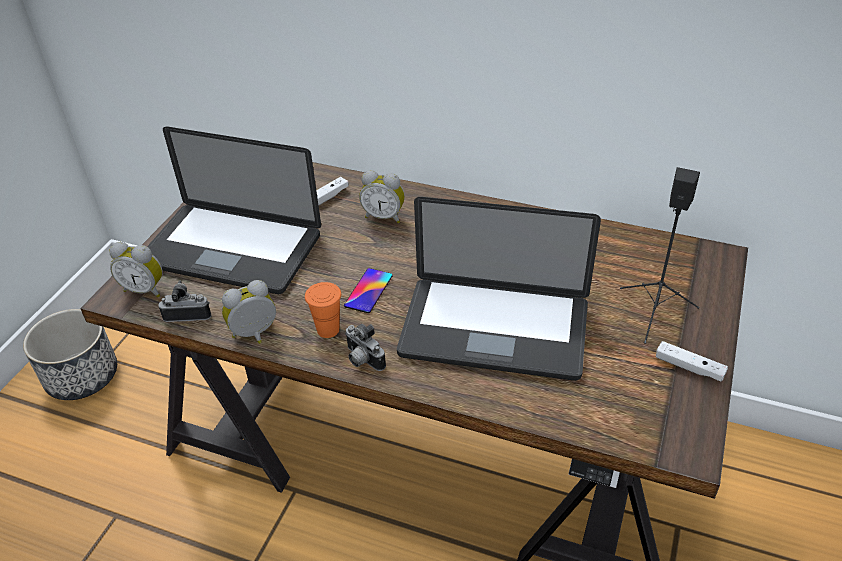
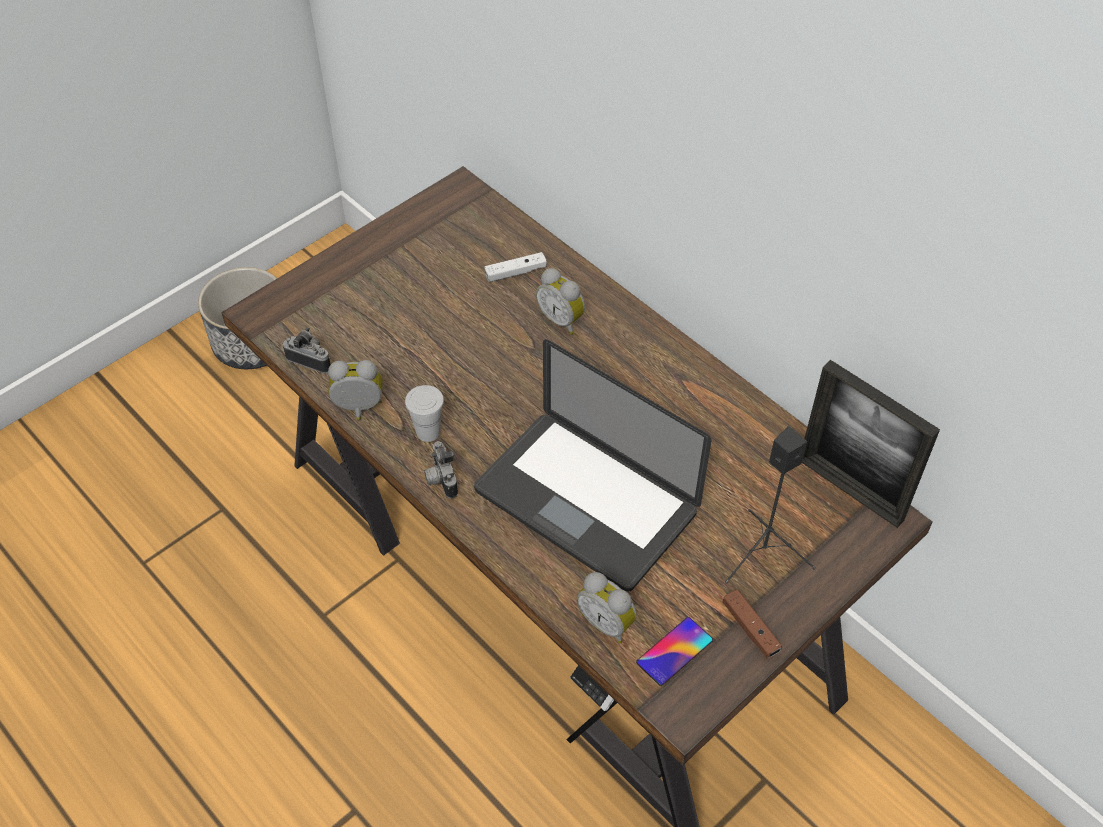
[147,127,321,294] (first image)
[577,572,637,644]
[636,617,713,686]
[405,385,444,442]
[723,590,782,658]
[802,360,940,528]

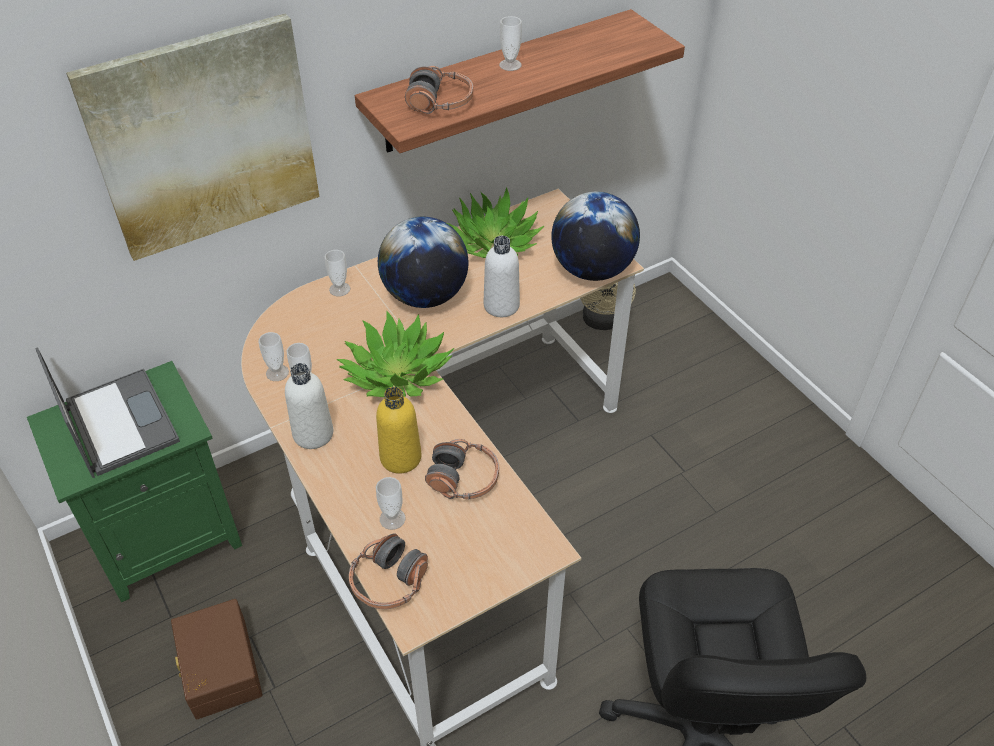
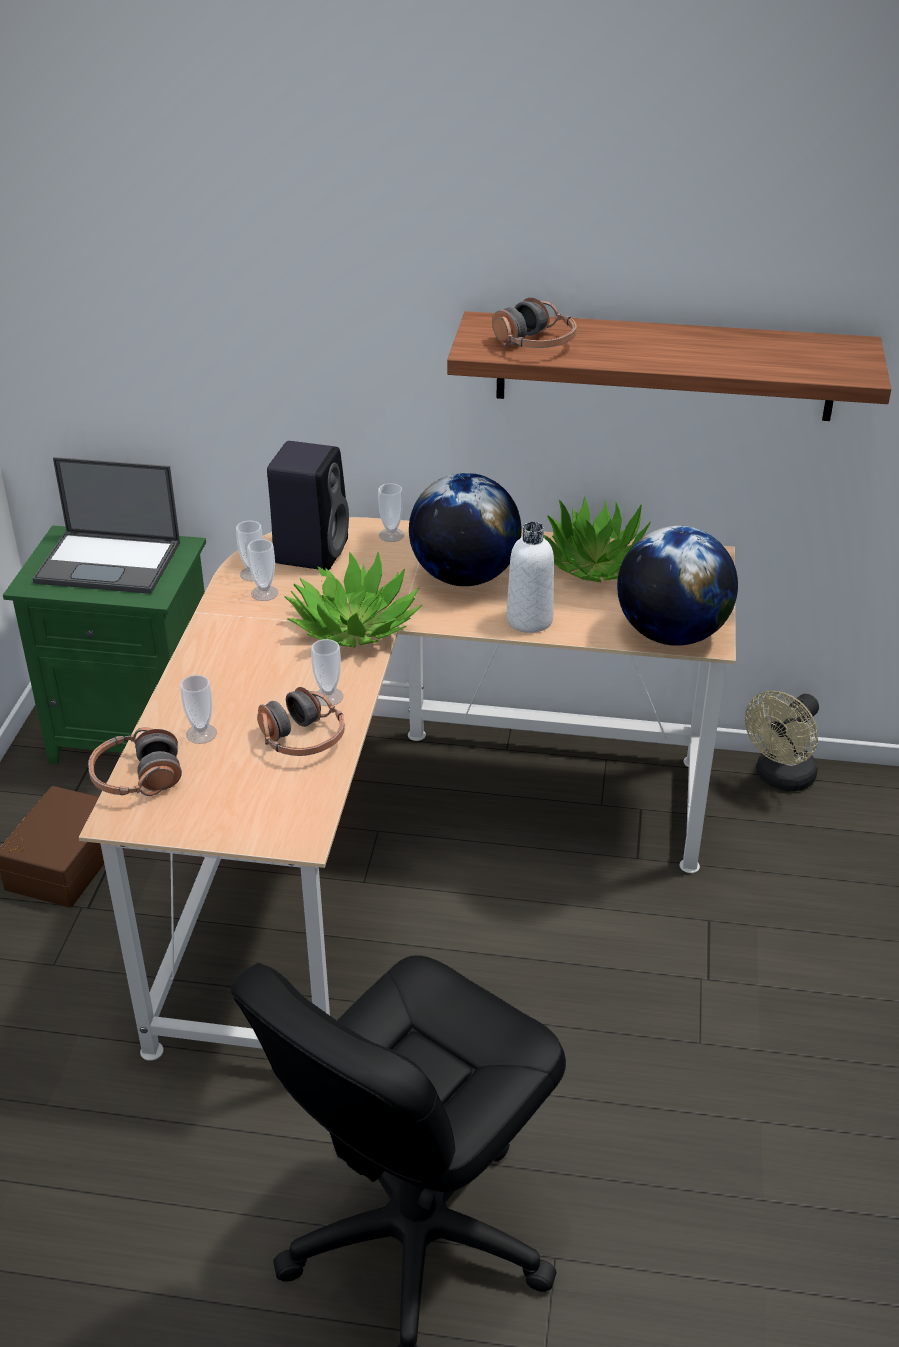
[66,13,320,261] (first image)
[311,639,343,706]
[32,457,180,594]
[285,363,333,449] (first image)
[376,387,422,474] (first image)
[267,441,349,570]

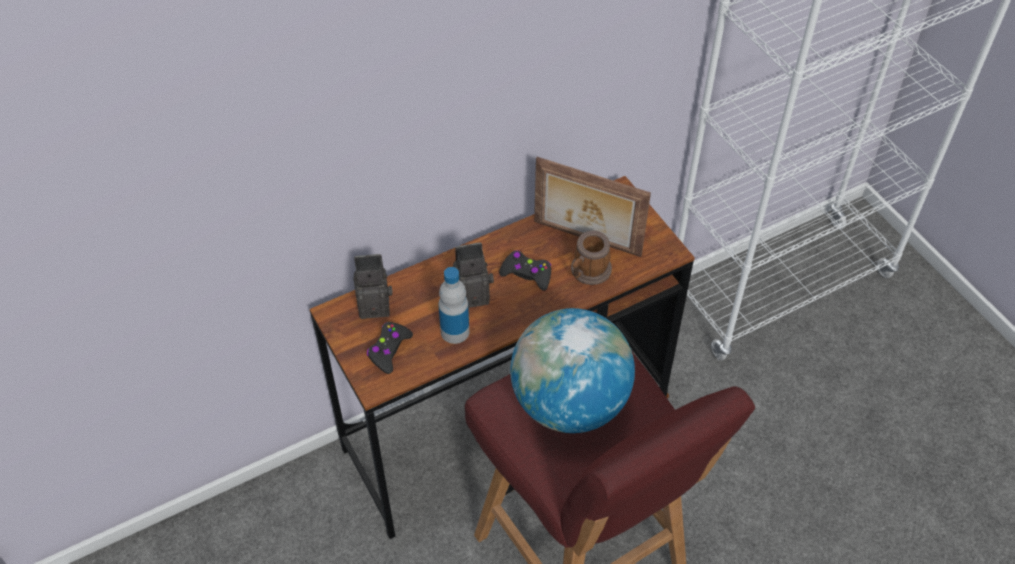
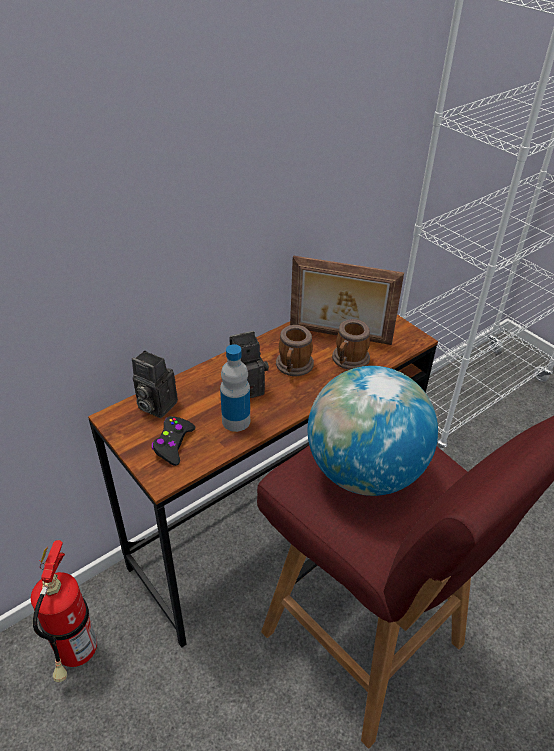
[276,325,314,376]
[132,350,178,418]
[31,540,97,682]

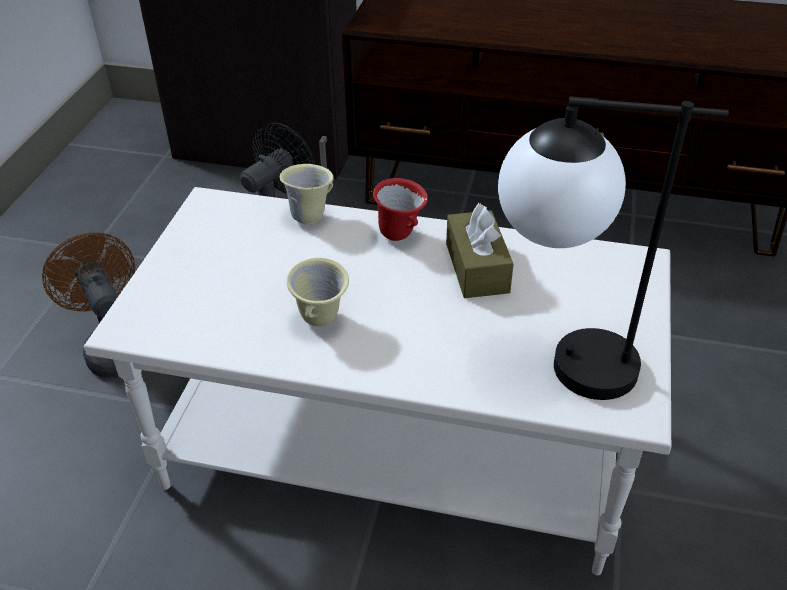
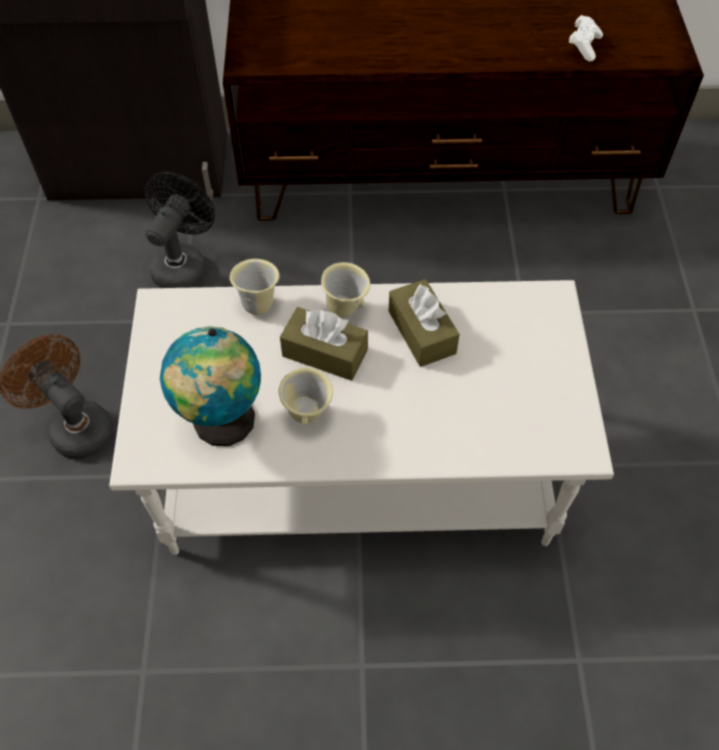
[498,96,729,400] (first image)
[321,262,370,318]
[569,15,603,61]
[280,307,368,381]
[160,326,261,446]

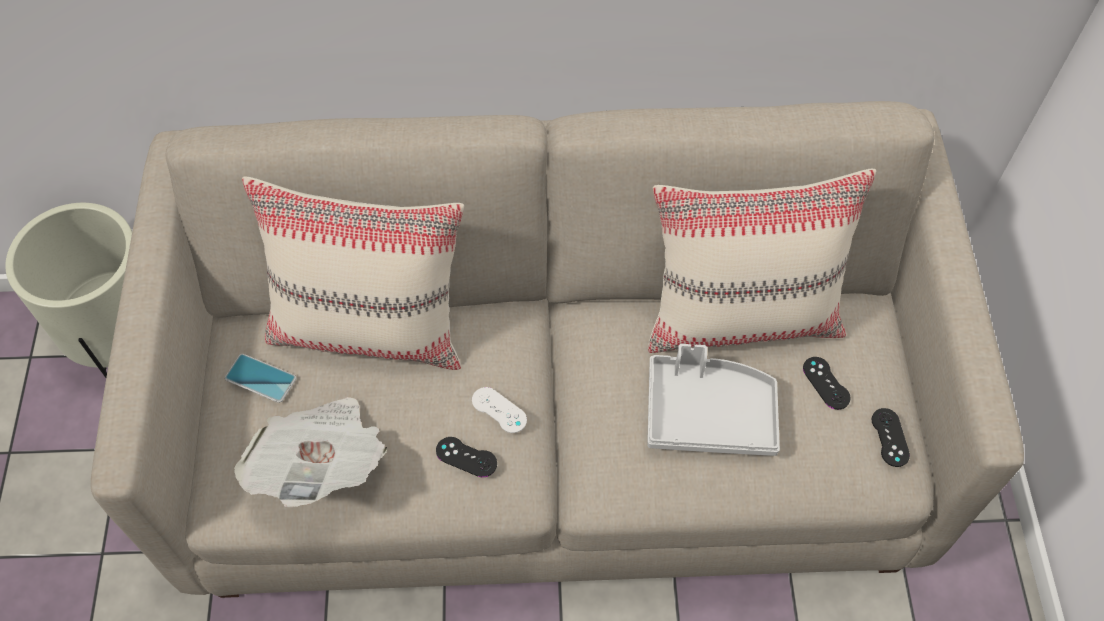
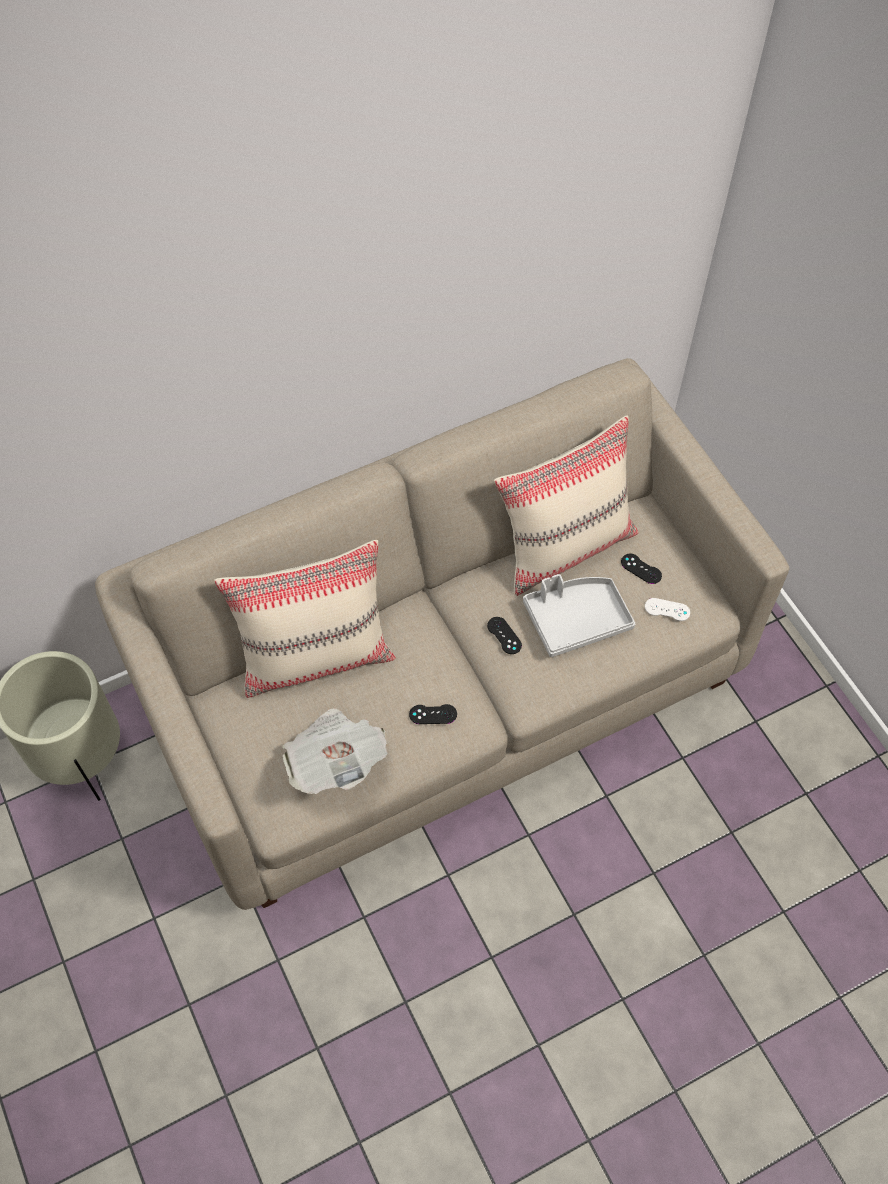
[225,354,296,403] (first image)
[645,598,690,621]
[487,617,522,654]

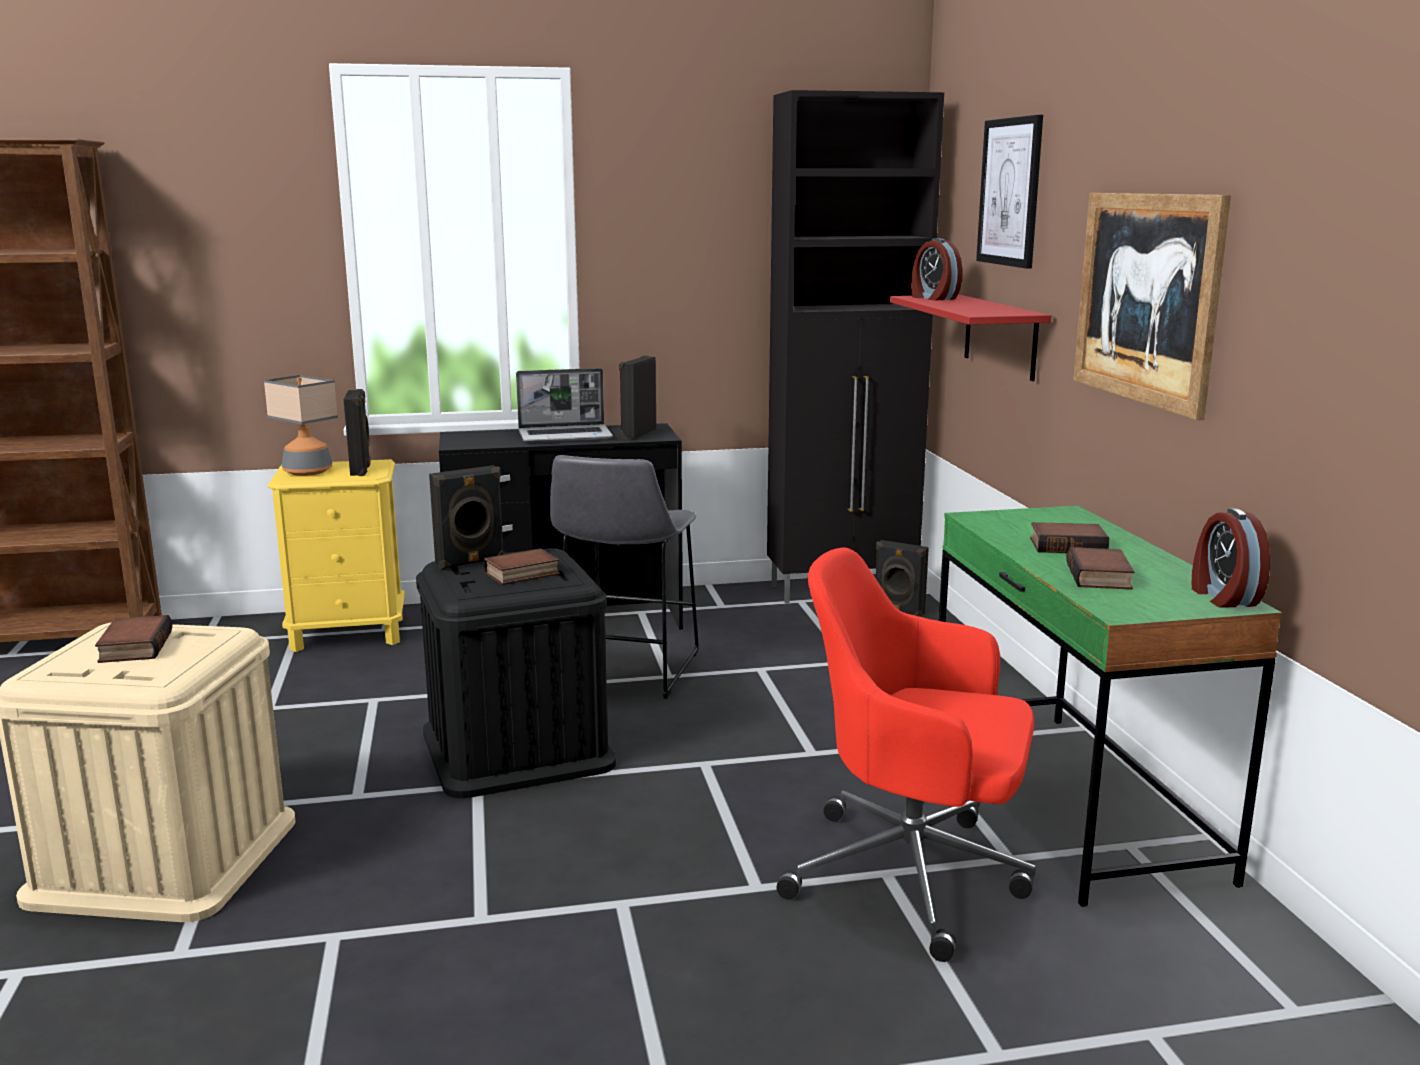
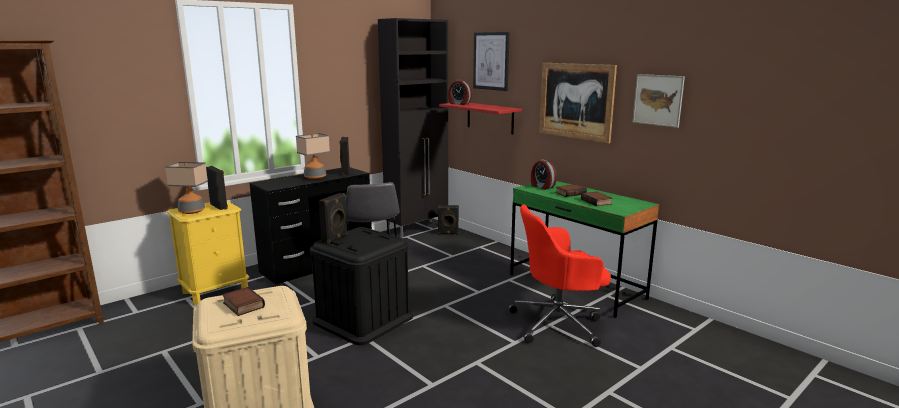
[296,133,330,179]
[531,159,557,190]
[484,548,560,585] (first image)
[632,74,685,128]

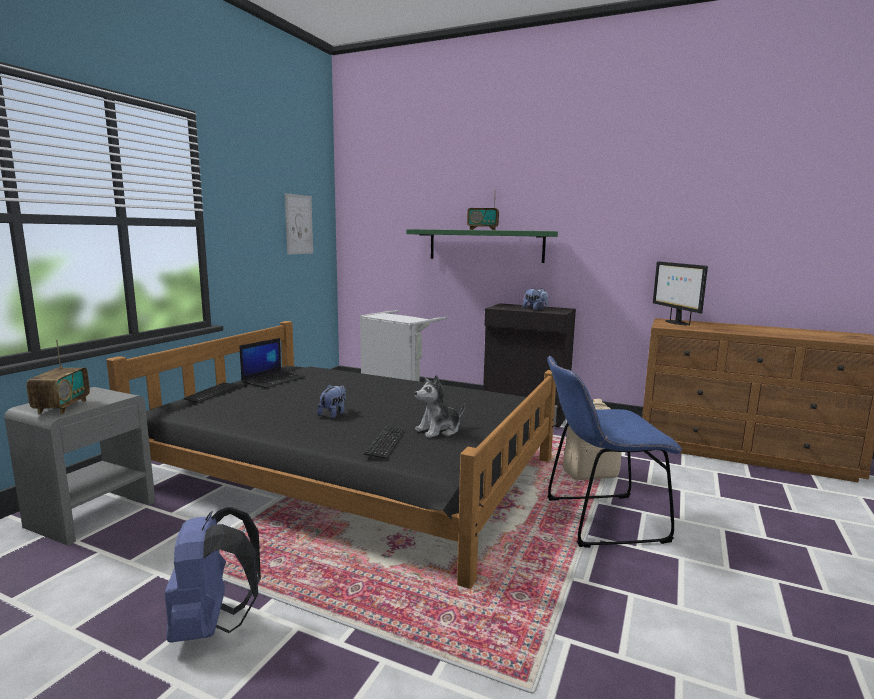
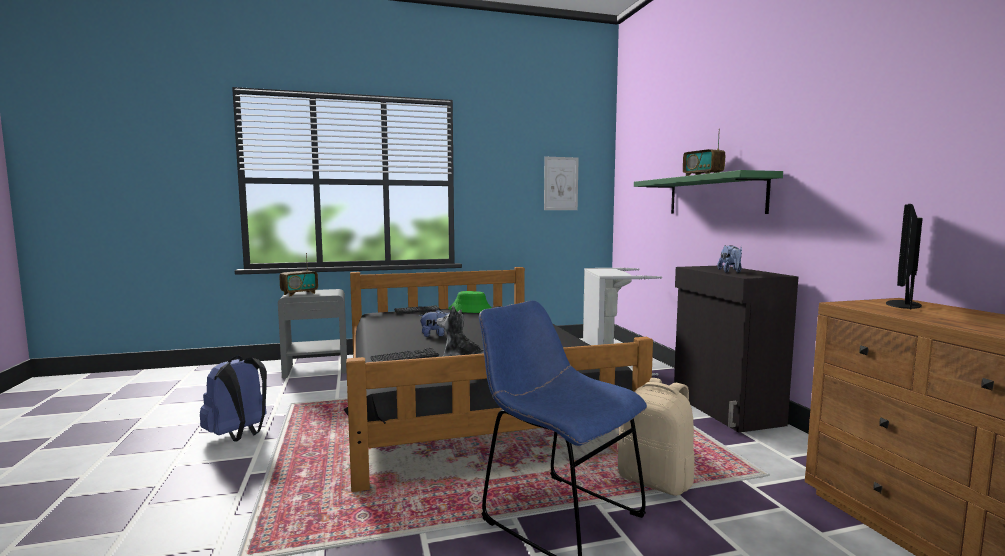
[448,291,492,313]

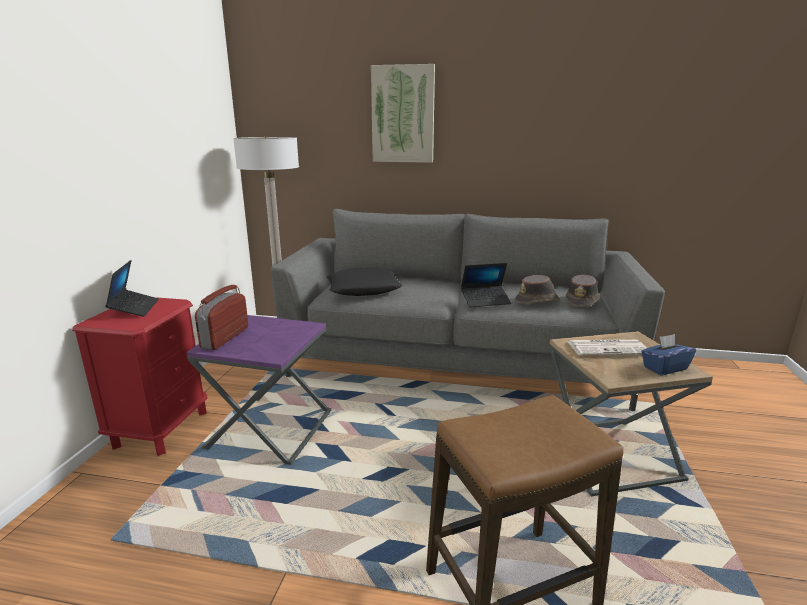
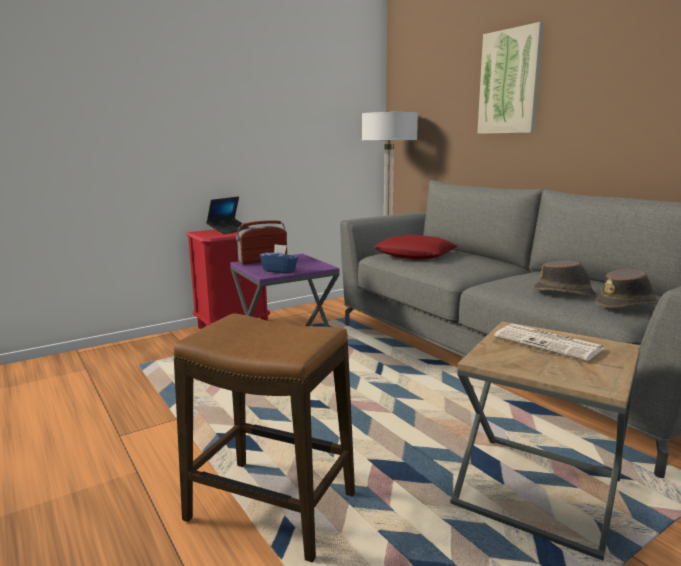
[461,263,511,307] (first image)
[373,234,457,260]
[260,244,298,273]

